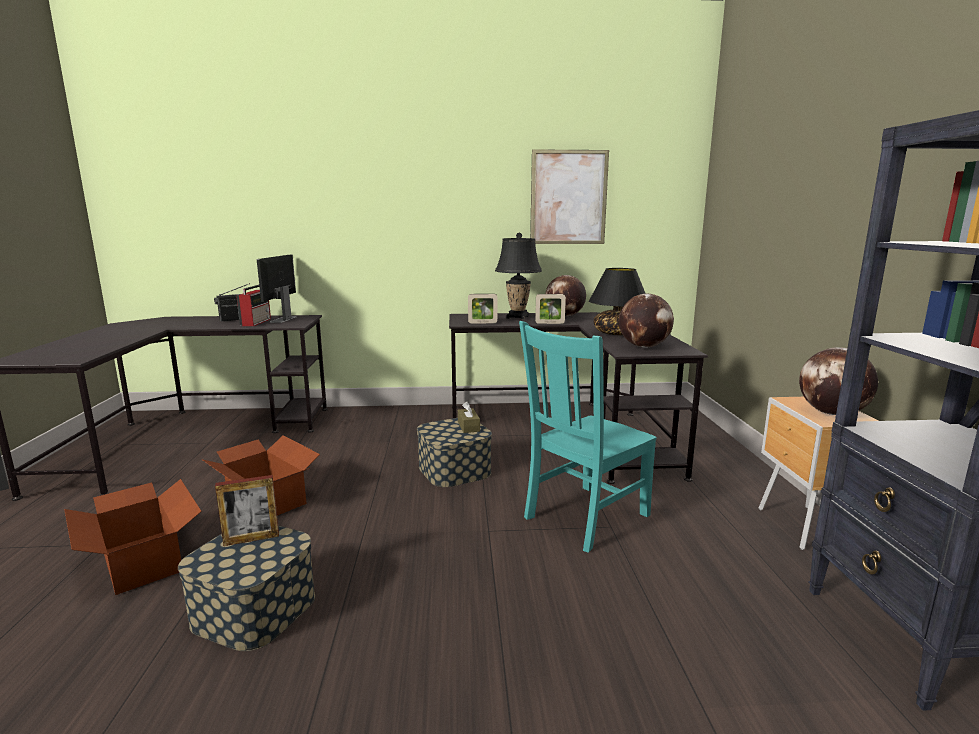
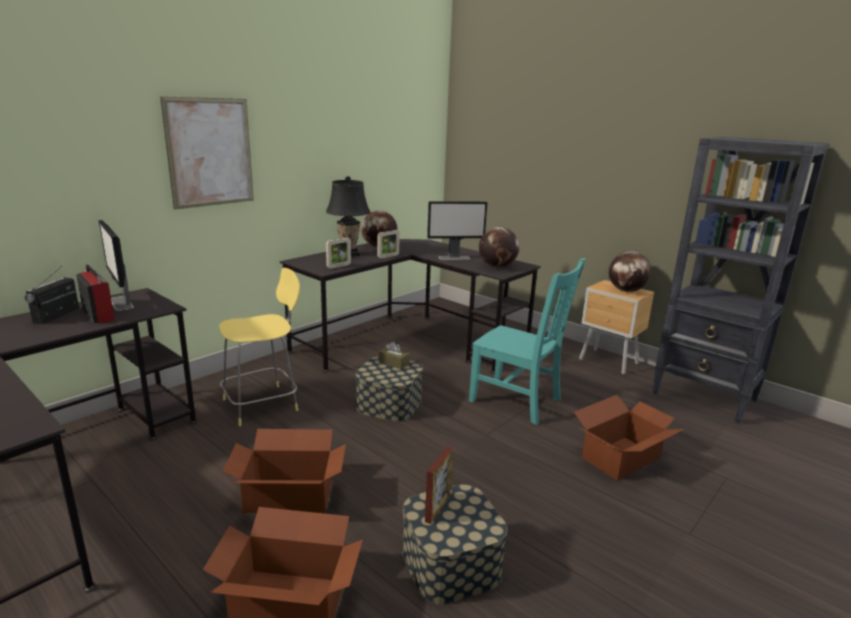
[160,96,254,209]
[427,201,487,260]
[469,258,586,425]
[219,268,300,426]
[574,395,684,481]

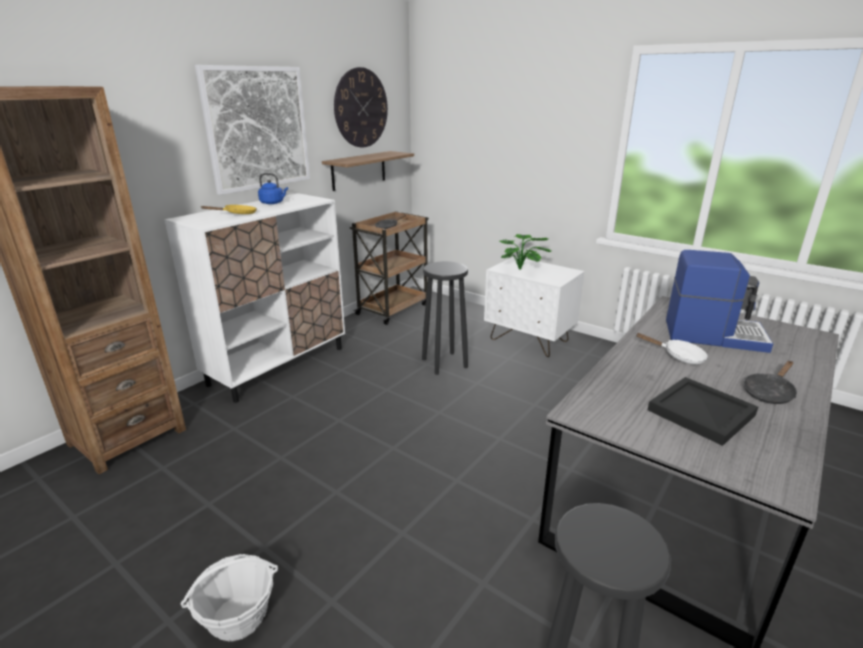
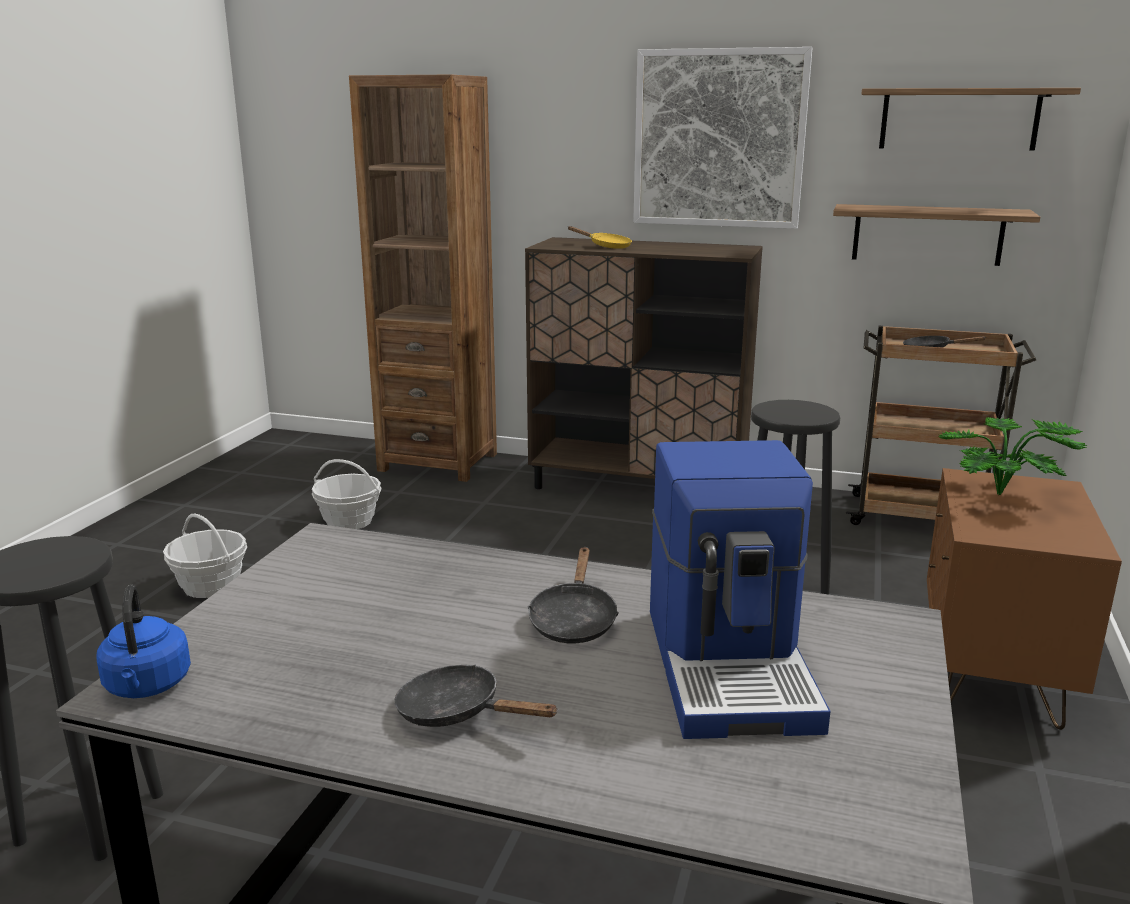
[861,88,1081,151]
[96,585,191,698]
[525,237,763,489]
[927,468,1122,730]
[527,547,619,643]
[648,377,758,446] (first image)
[312,459,382,529]

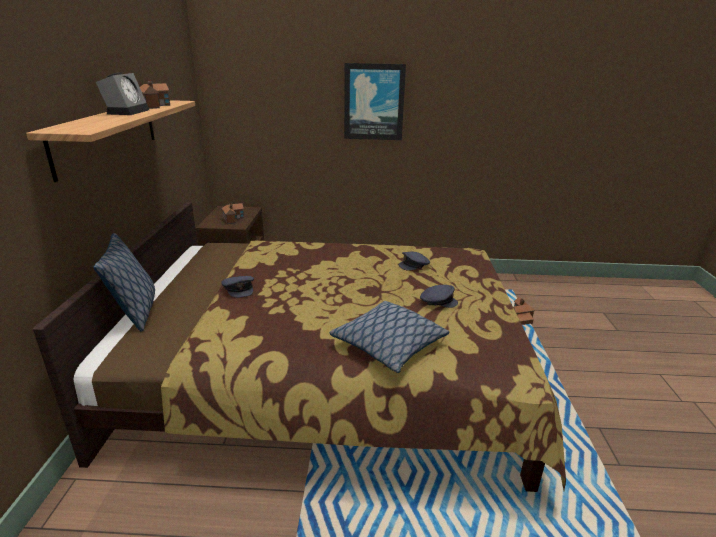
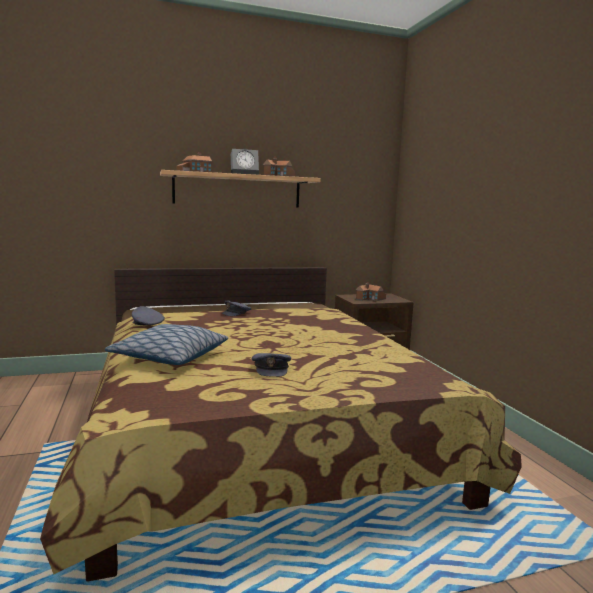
[344,63,406,140] (first image)
[93,233,155,332] (first image)
[132,306,165,326]
[176,152,212,172]

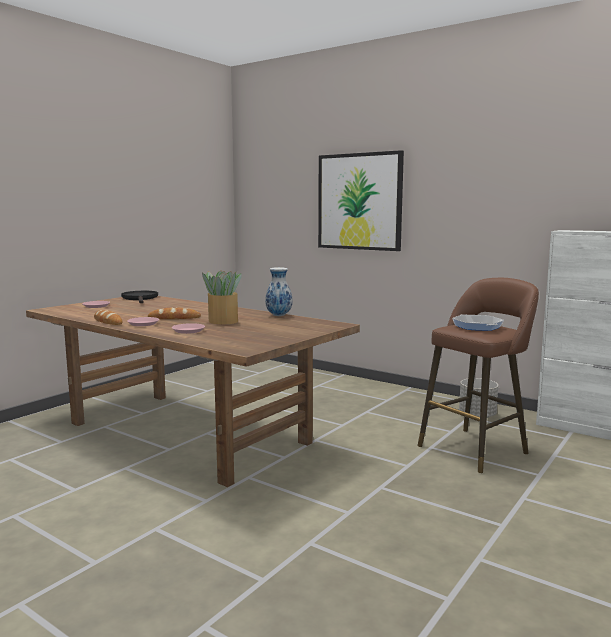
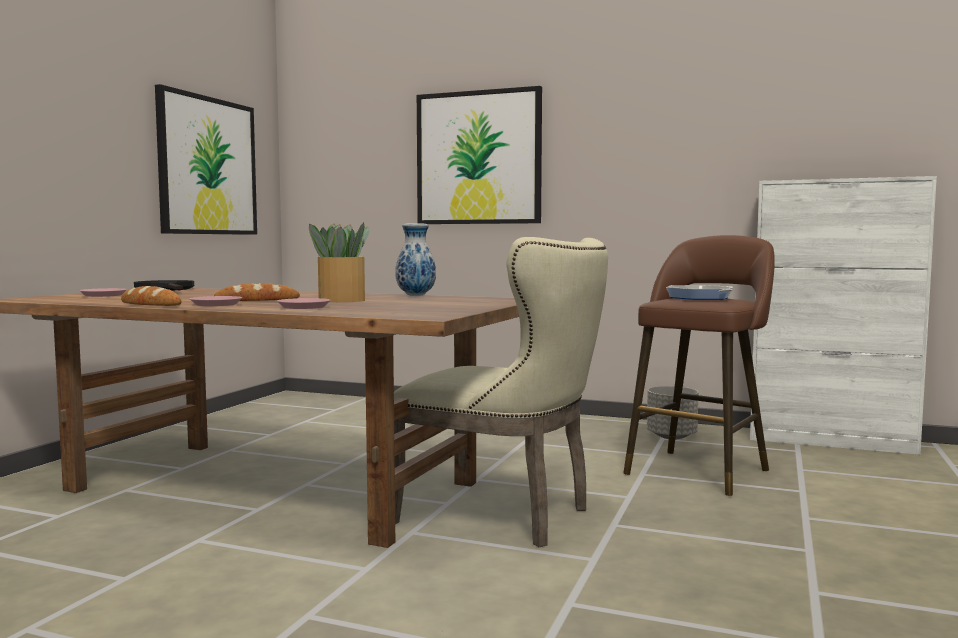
[155,84,257,235]
[394,237,608,547]

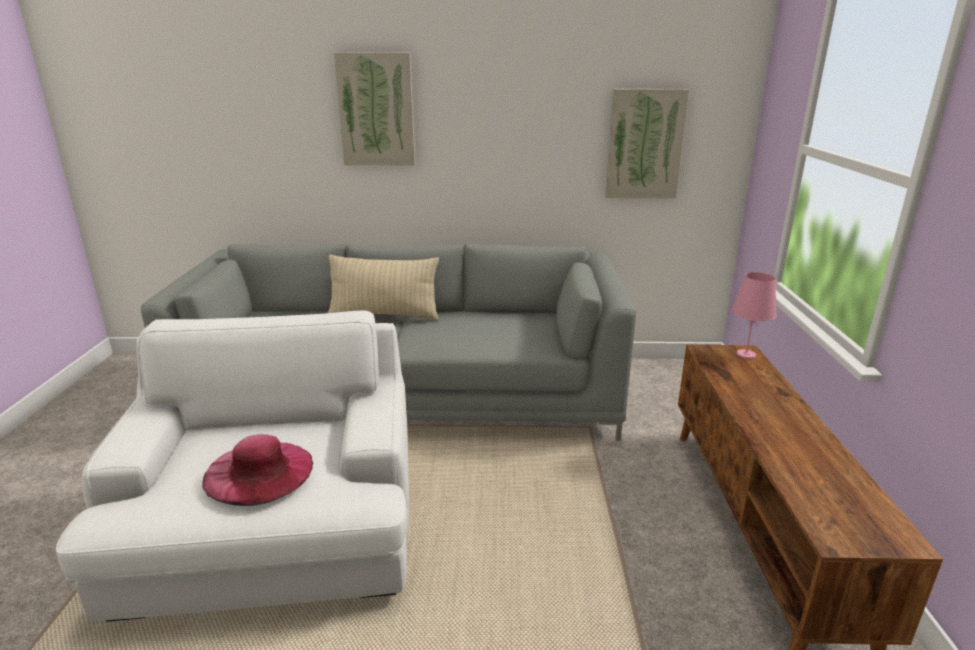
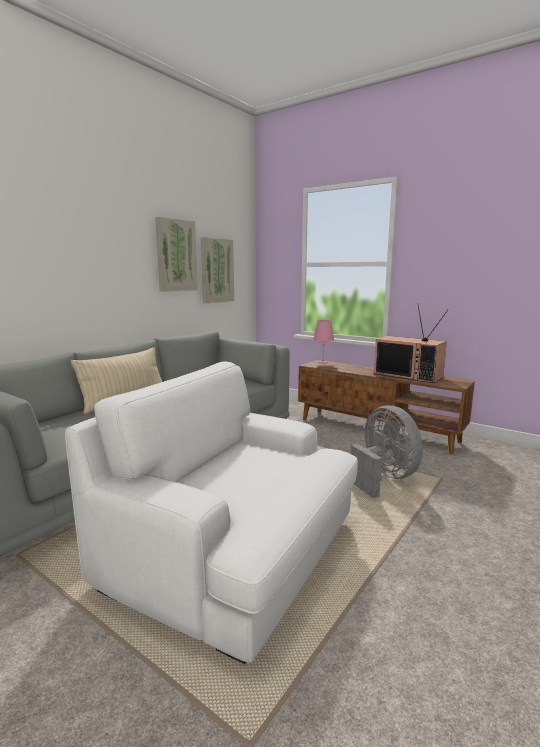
[155,217,198,292]
[202,434,313,506] (first image)
[374,306,449,383]
[350,406,423,498]

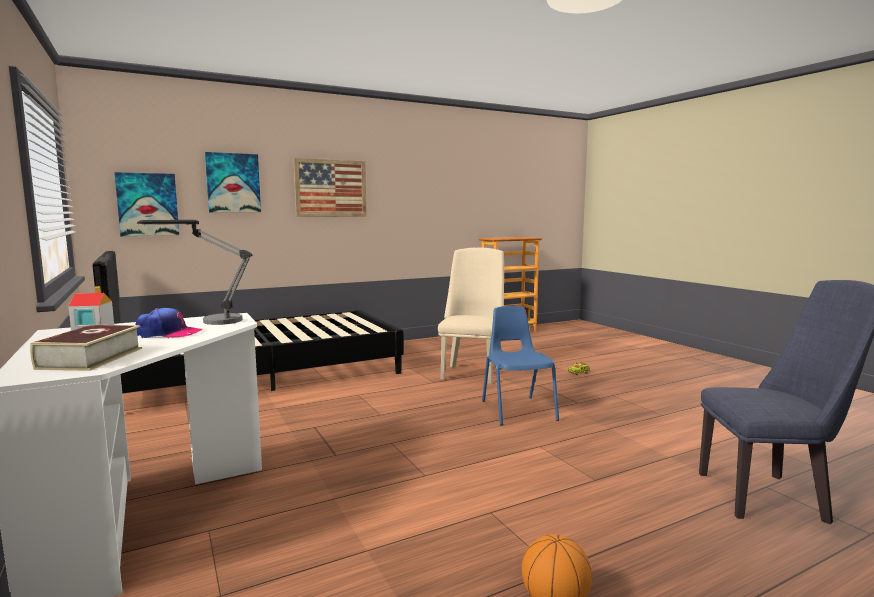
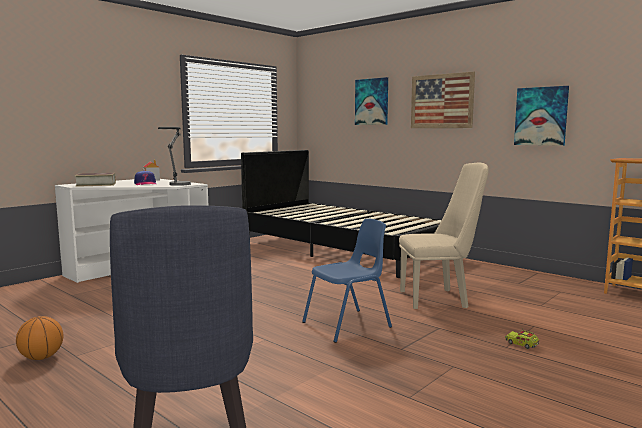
[514,86,569,146]

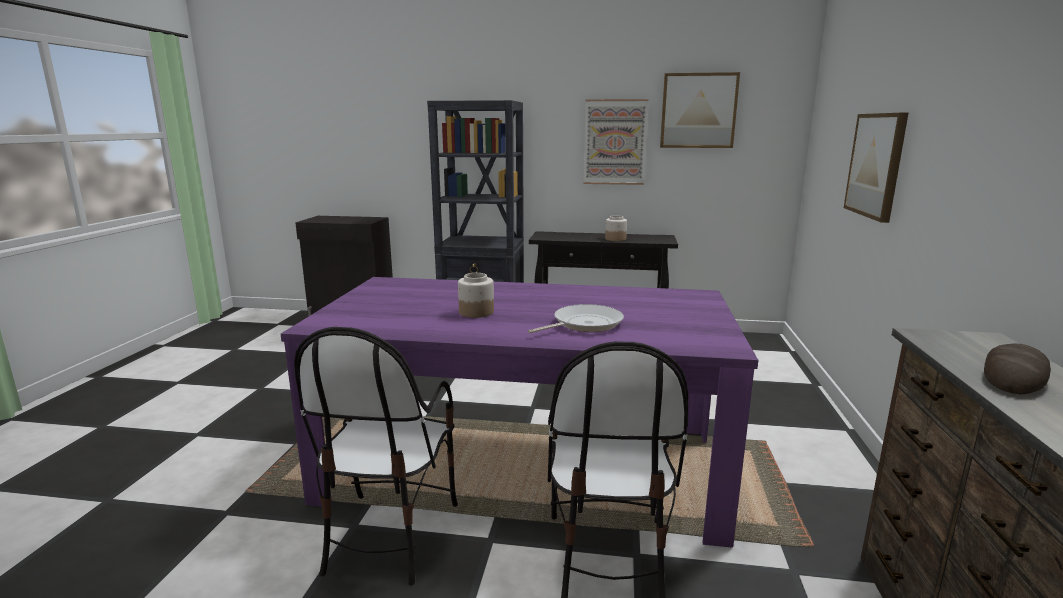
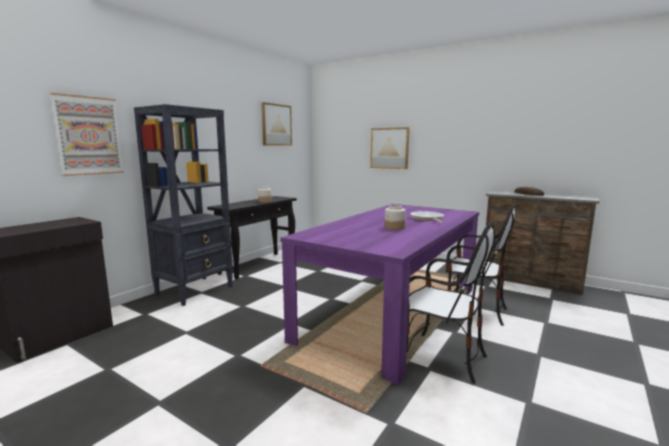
[50,93,124,176]

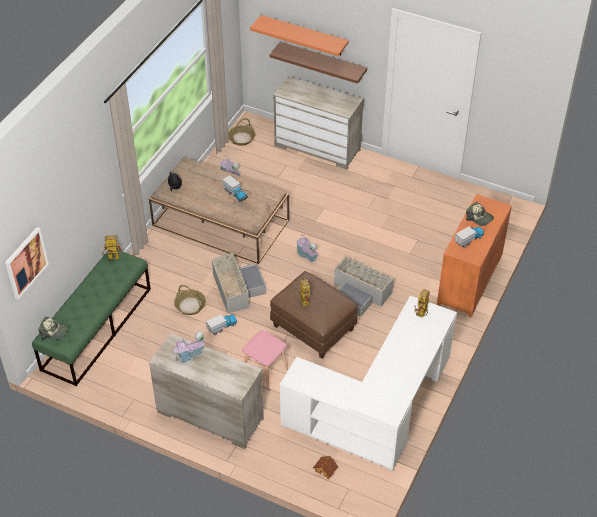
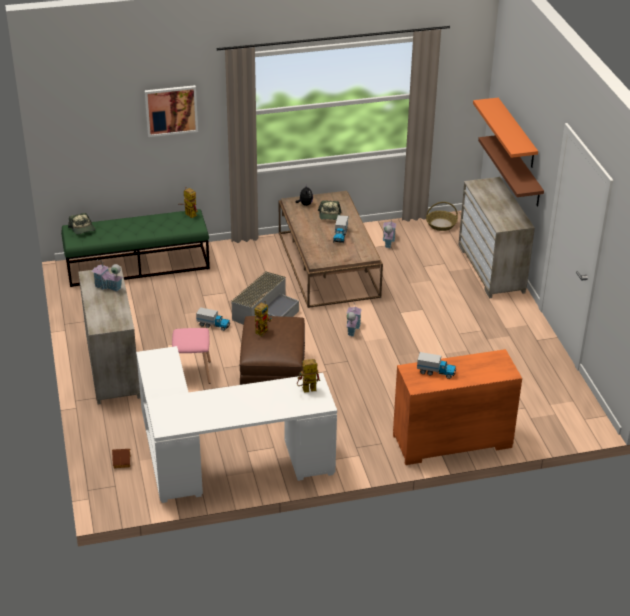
[318,200,341,220]
[145,85,198,137]
[334,256,394,317] (first image)
[174,285,206,315] (first image)

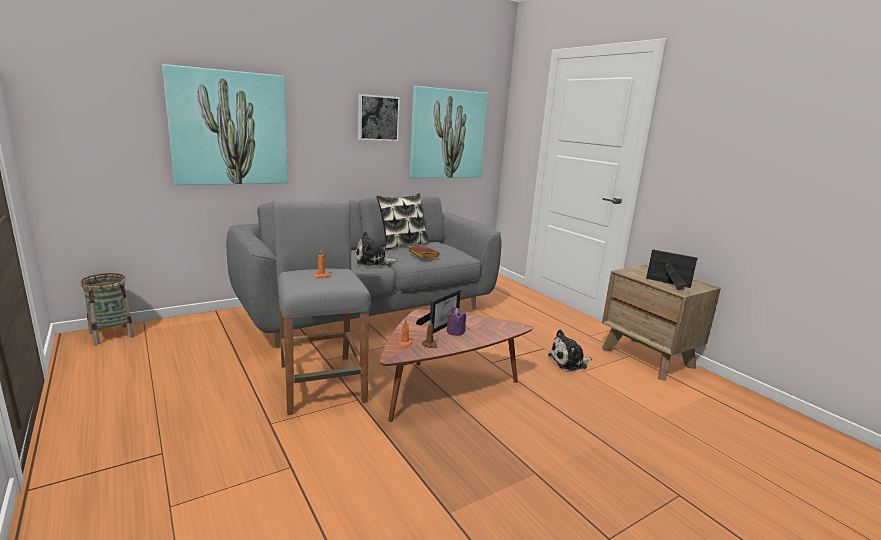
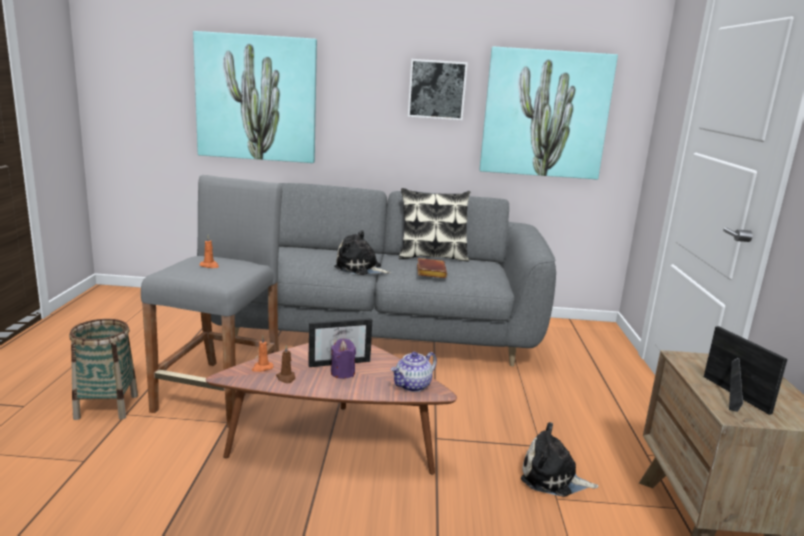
[69,319,138,420]
[391,352,437,392]

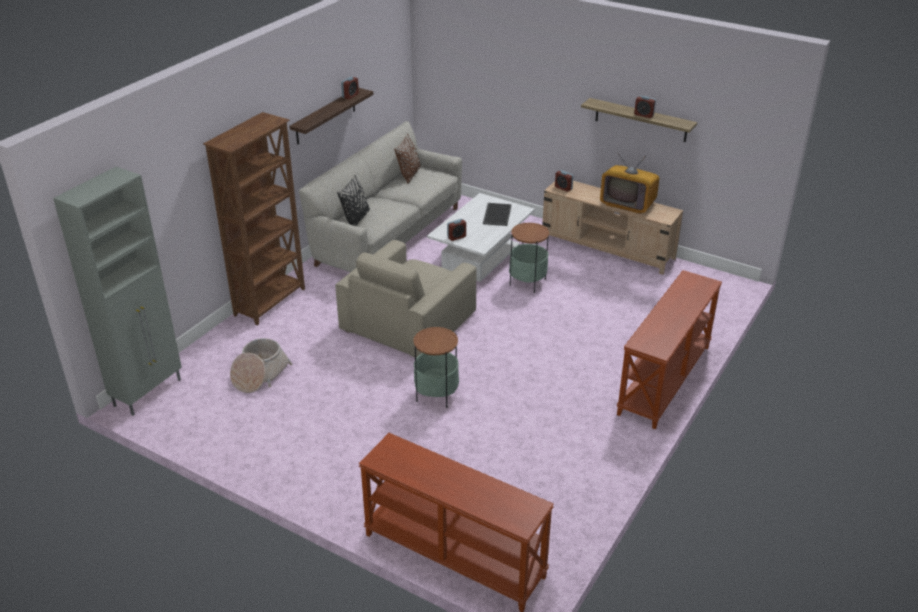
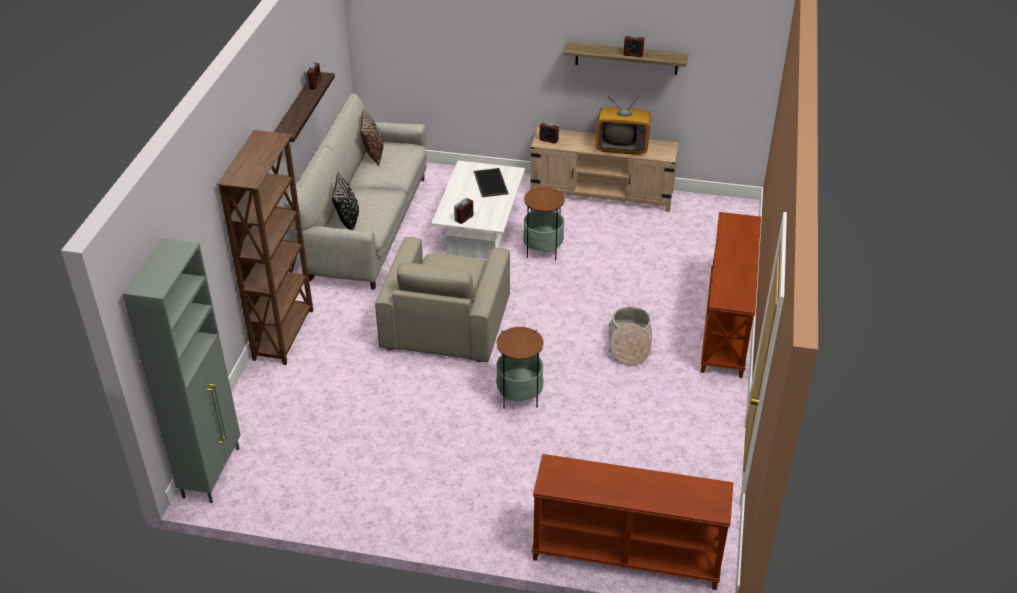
[608,307,652,365]

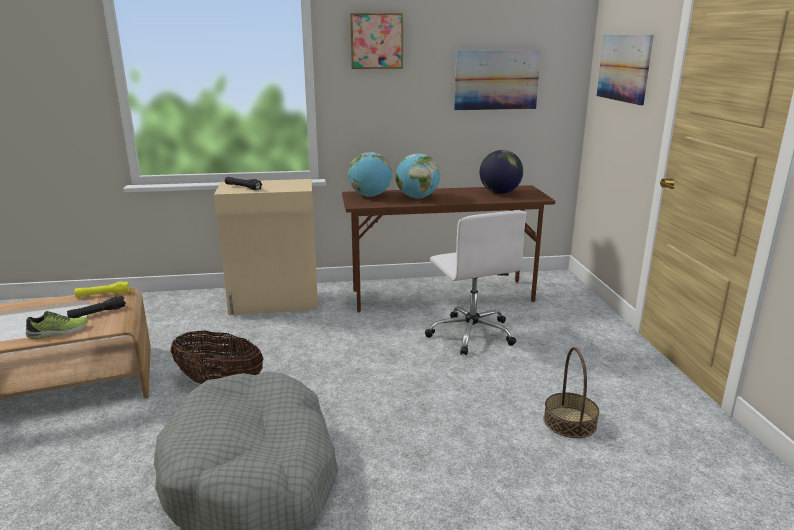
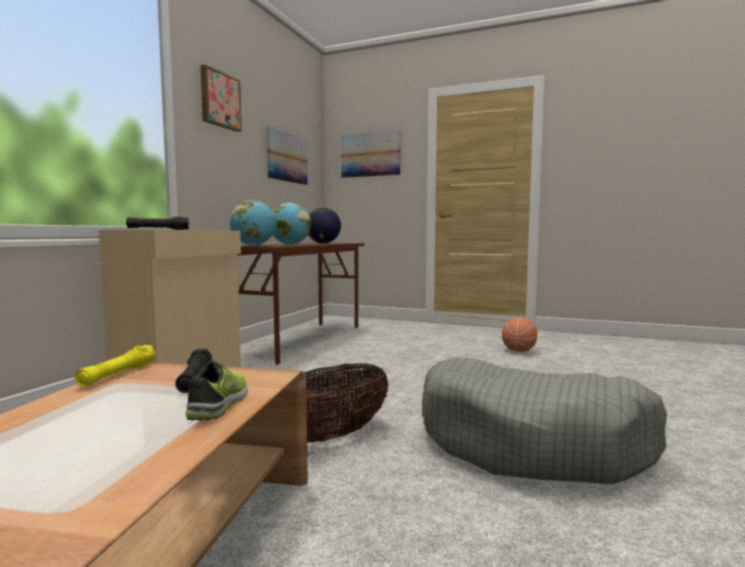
[425,210,527,355] (first image)
[502,318,537,352]

